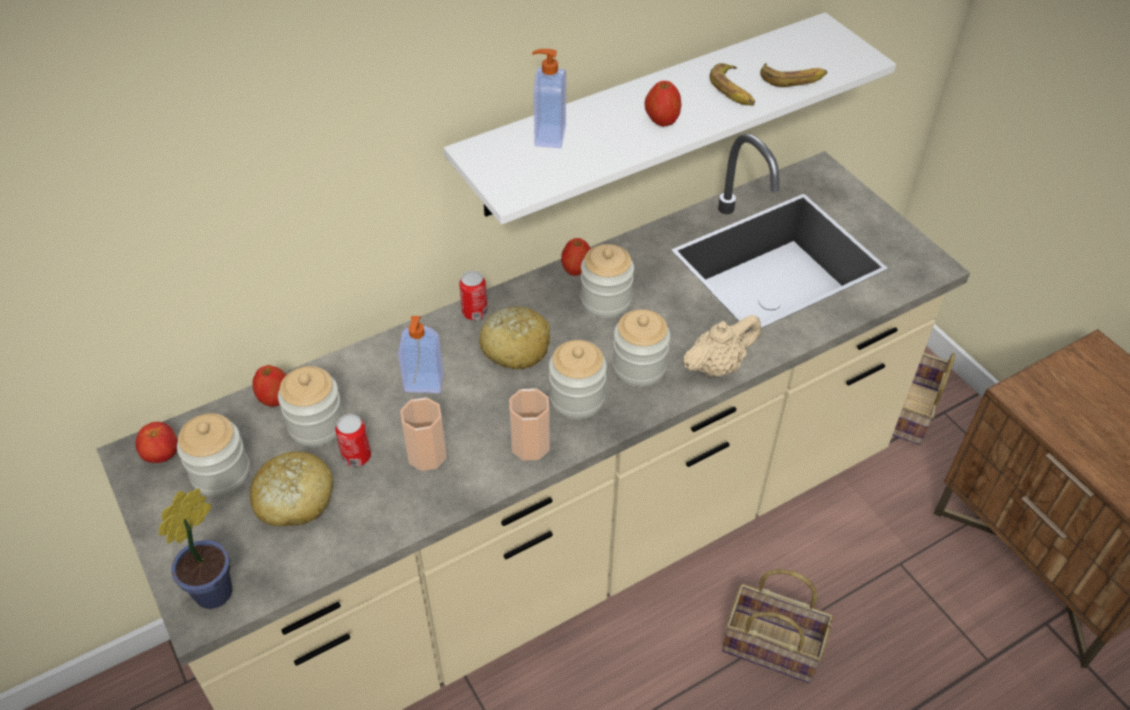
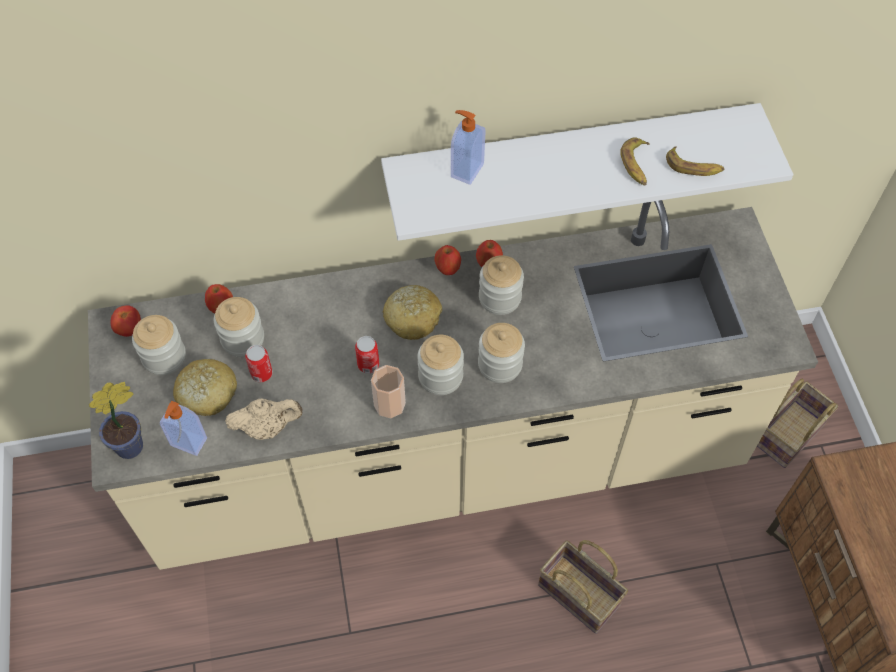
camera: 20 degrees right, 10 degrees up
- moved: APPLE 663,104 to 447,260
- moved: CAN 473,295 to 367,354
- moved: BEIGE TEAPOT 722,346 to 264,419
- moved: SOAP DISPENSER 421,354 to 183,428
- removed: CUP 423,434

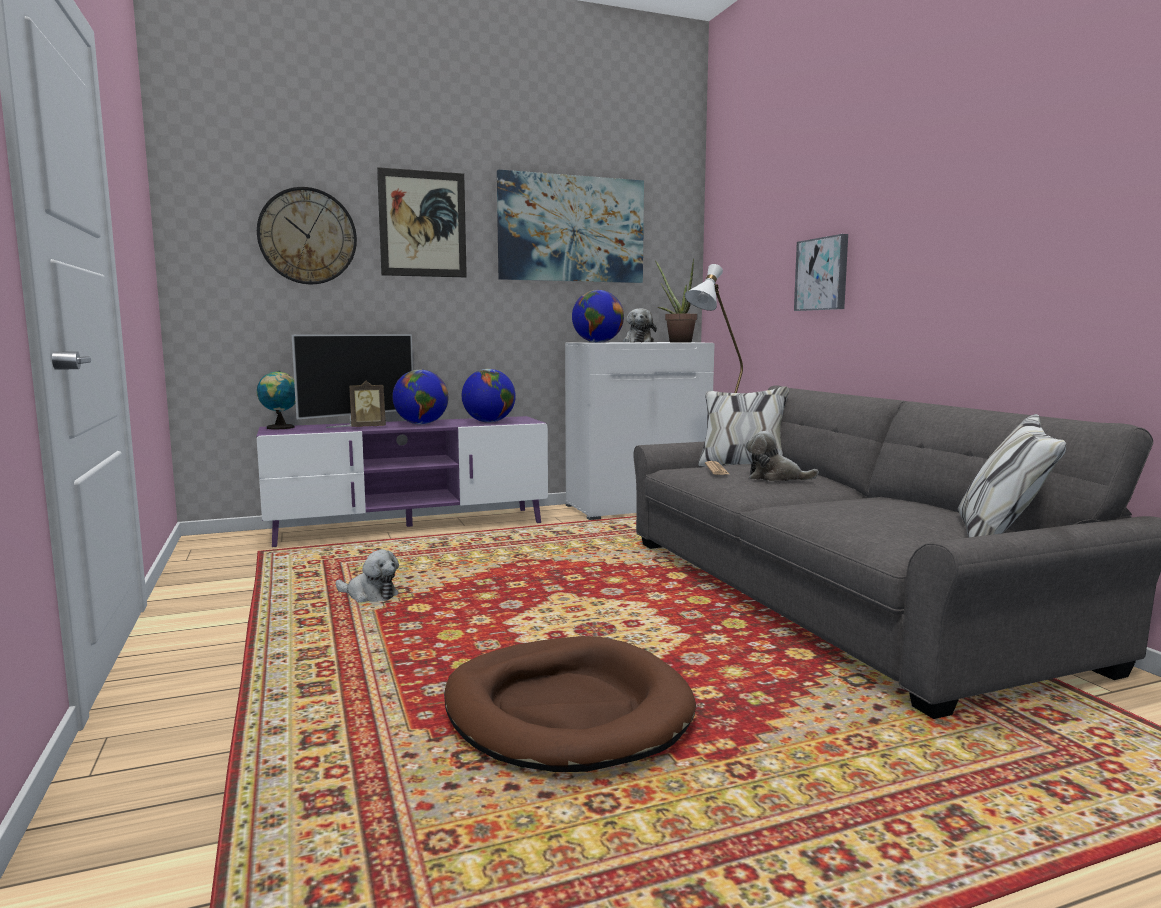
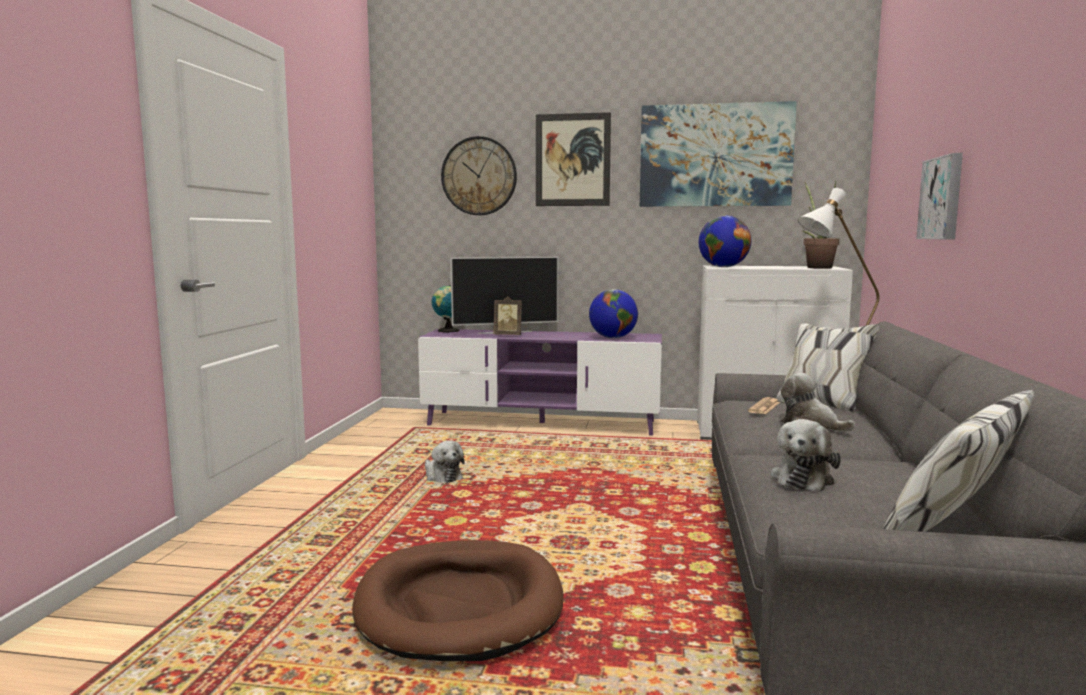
camera: 30 degrees right, 0 degrees up
- moved: PLUSH TOY 640,325 to 806,455
- removed: GLOBE 420,397

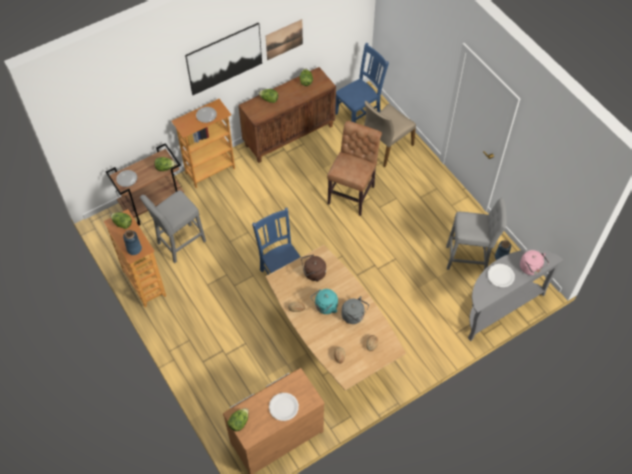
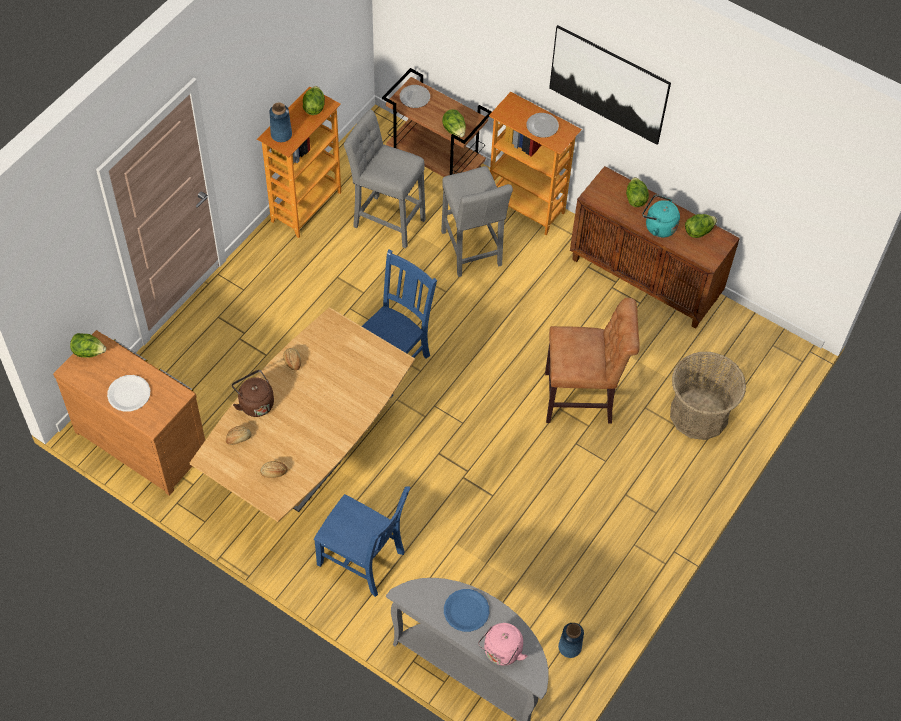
camera: 65 degrees right, 0 degrees up
- removed: PICTURE 284,39
- moved: BLUE CHAIR 362,82 to 362,541
- replaced: BEIGE CHAIR 390,133 to BASKET 708,395
- moved: GREY STOOL 476,234 to 477,221
- moved: BROWN KETTLE 313,268 to 253,393
- recoloured: WHITE PLATE 501,275 to BLUE PLATE 466,610
- moved: TURQUOISE KETTLE 324,301 to 661,216
- removed: GREY KETTLE 355,310

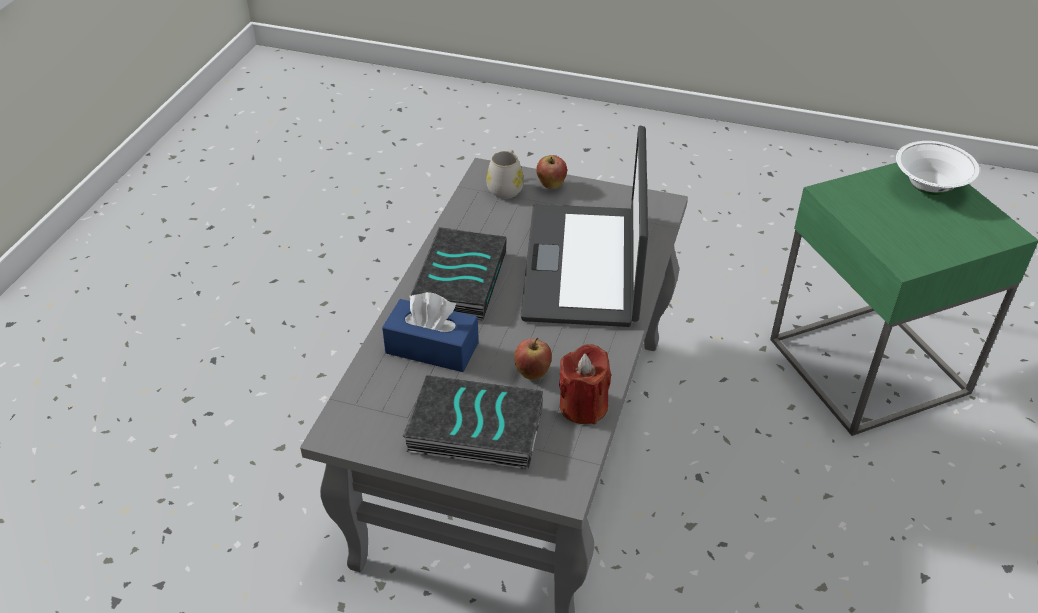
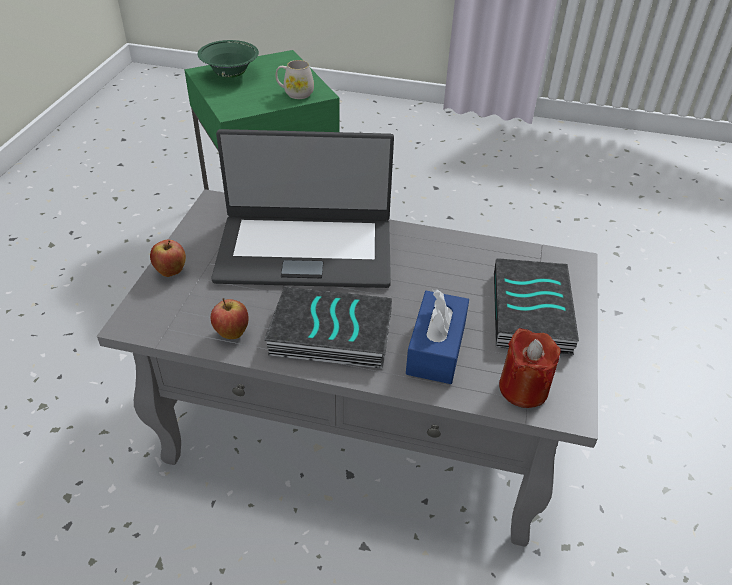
camera: 95 degrees left, 0 degrees up
- recoloured: WHITE BOWL 938,168 to GREEN BOWL 228,59
- moved: WHITE MUG 505,174 to 294,79
- moved: APPLE 533,359 to 229,318
- moved: RED CANDLE 585,384 to 530,368

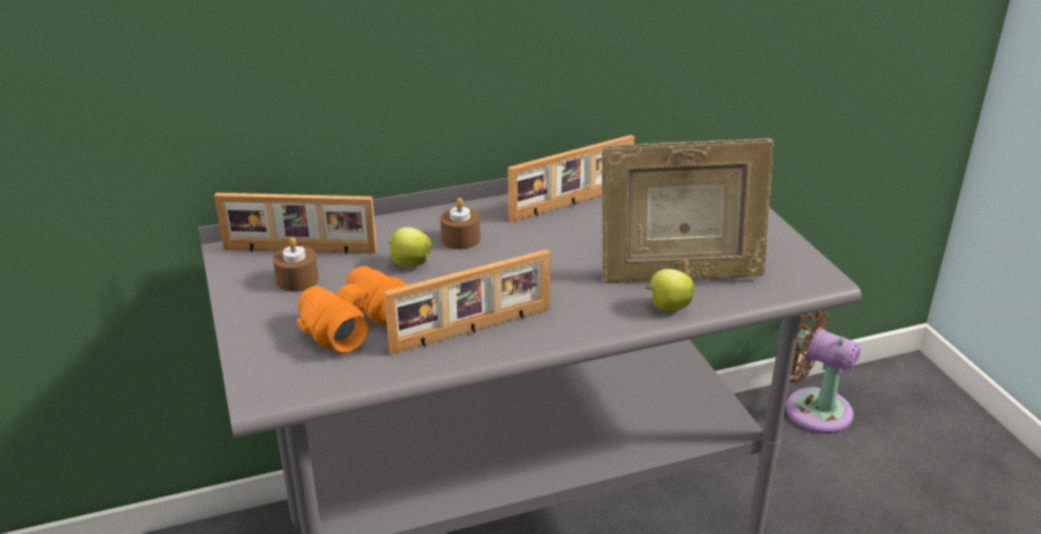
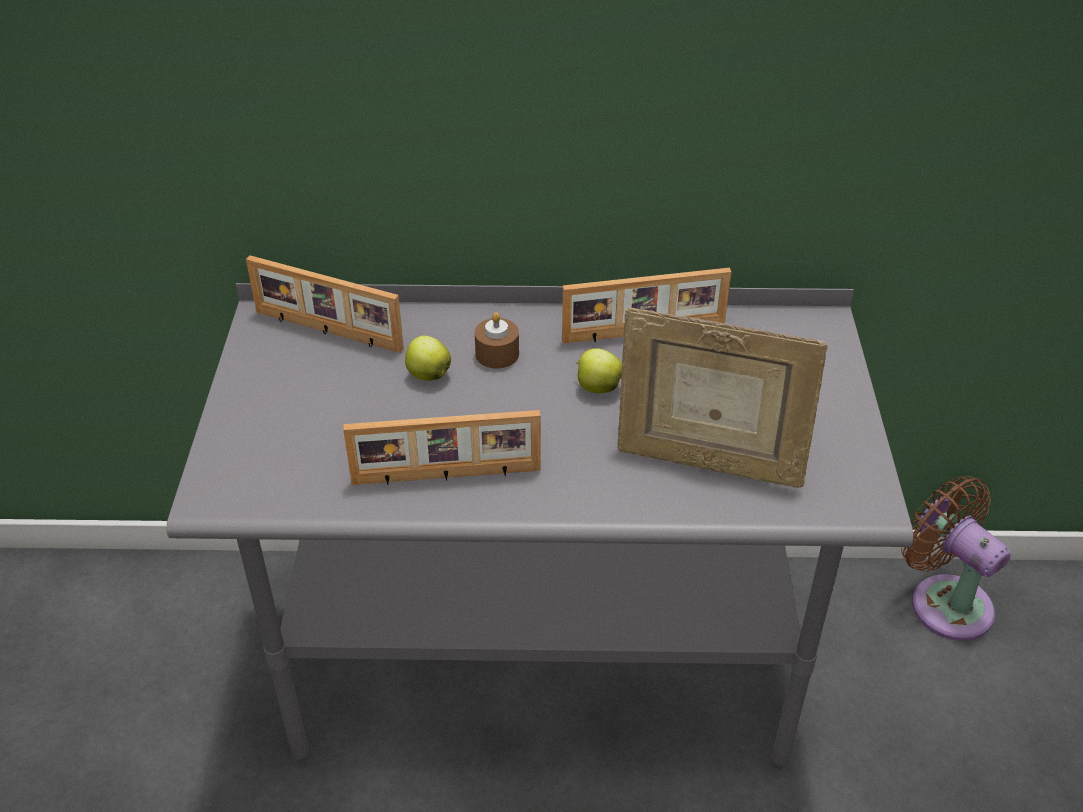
camera: 20 degrees right, 10 degrees up
- removed: BROWN CANDLE 296,264
- removed: ORANGE BINOCULARS 352,309
- moved: APPLE 670,290 to 599,370

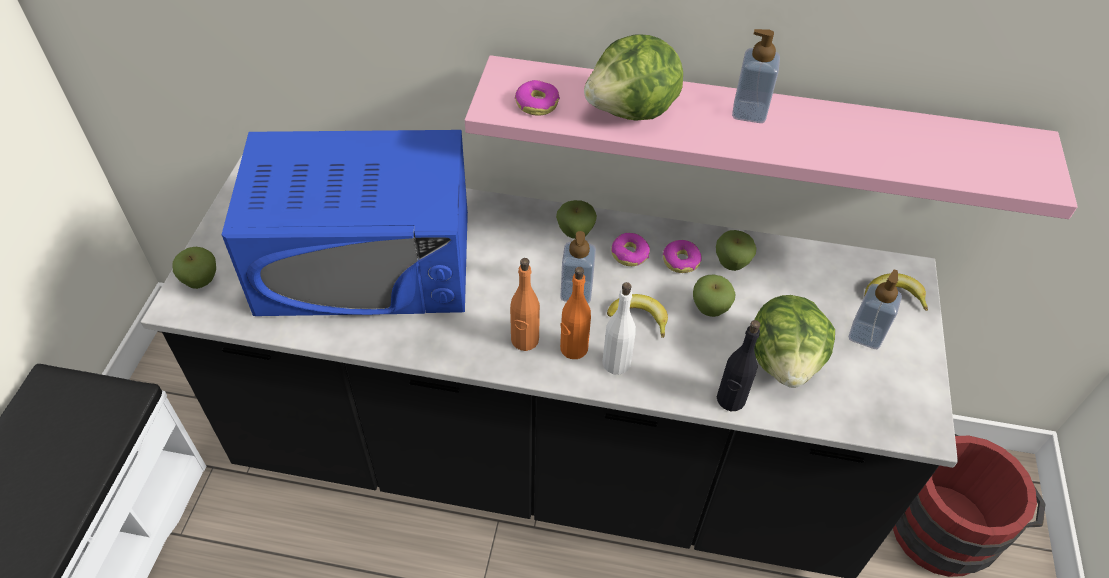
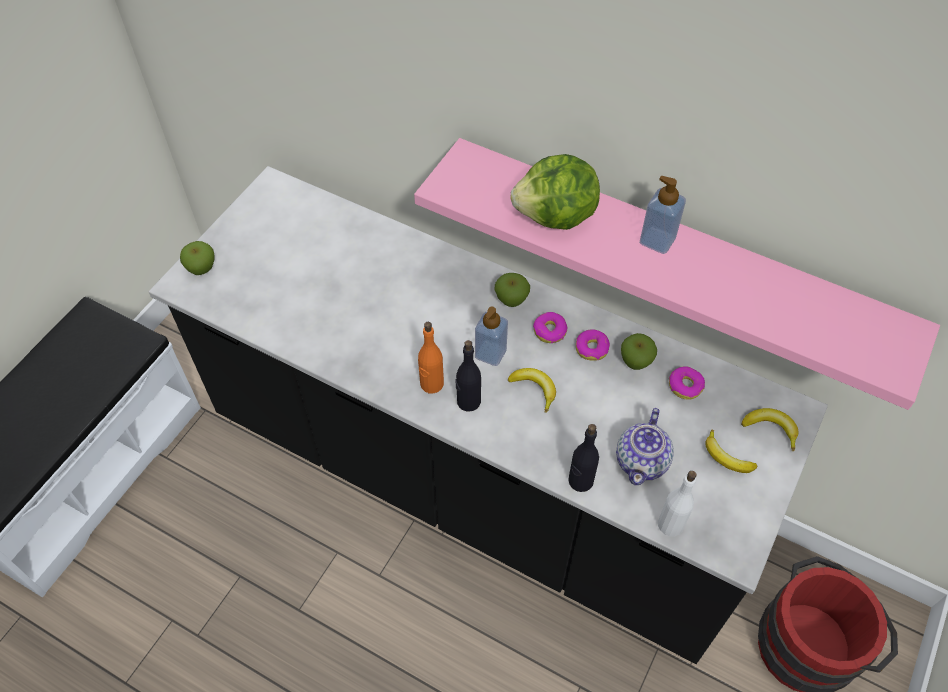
camera: 20 degrees right, 5 degrees up
- moved: DONUT 537,98 to 687,383
- removed: BLUE MICROWAVE 344,223
- recoloured: ORANGE BOTTLE 575,313 to BLACK BOTTLE 468,376
- replaced: SOAP DISPENSER 875,309 to BANANA 731,451
- removed: APPLE 714,296
- moved: WHITE BOTTLE 619,328 to 677,503
- replaced: LETTUCE 794,341 to TEAPOT 645,446

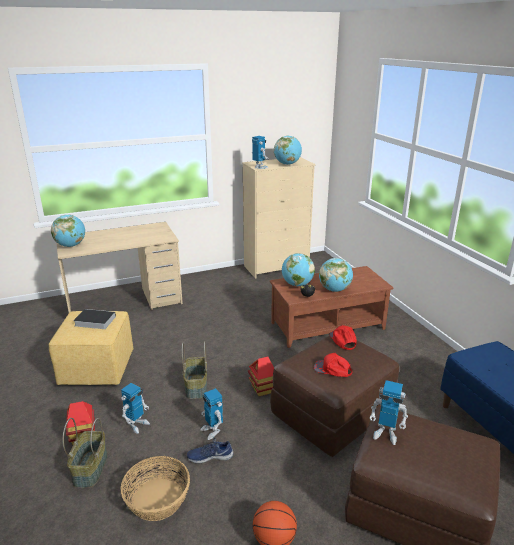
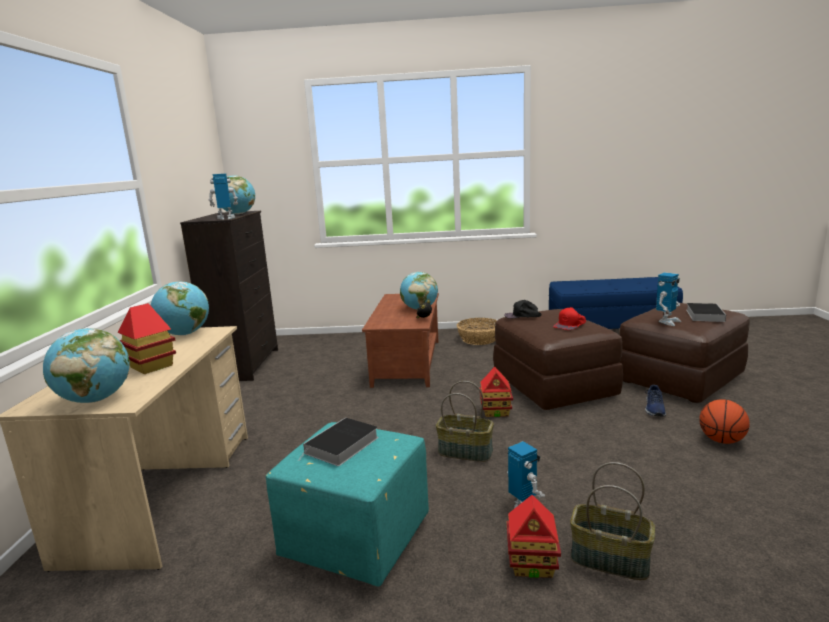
camera: 65 degrees left, 10 degrees down
- recoloured: BEIGE DRESSER 278,218 to BLACK DRESSER 229,296
- moved: GLOBE 298,269 to 180,308
- recoloured: YELLOW OTTOMAN 90,348 to TURQUOISE OTTOMAN 347,504
- recoloured: RED CAP 343,337 to BLACK CAP 522,309
- removed: TOY ROBOT 211,414
- moved: BLUE SHOE 210,450 to 655,401
- moved: BASKET 155,488 to 477,331
- added: TOY HOUSE 147,338
- added: BOOK 706,312

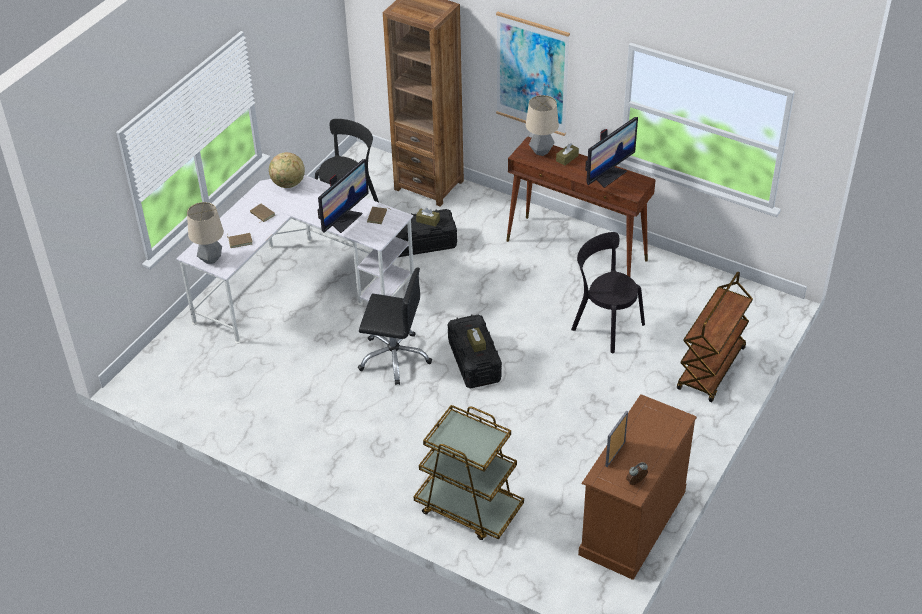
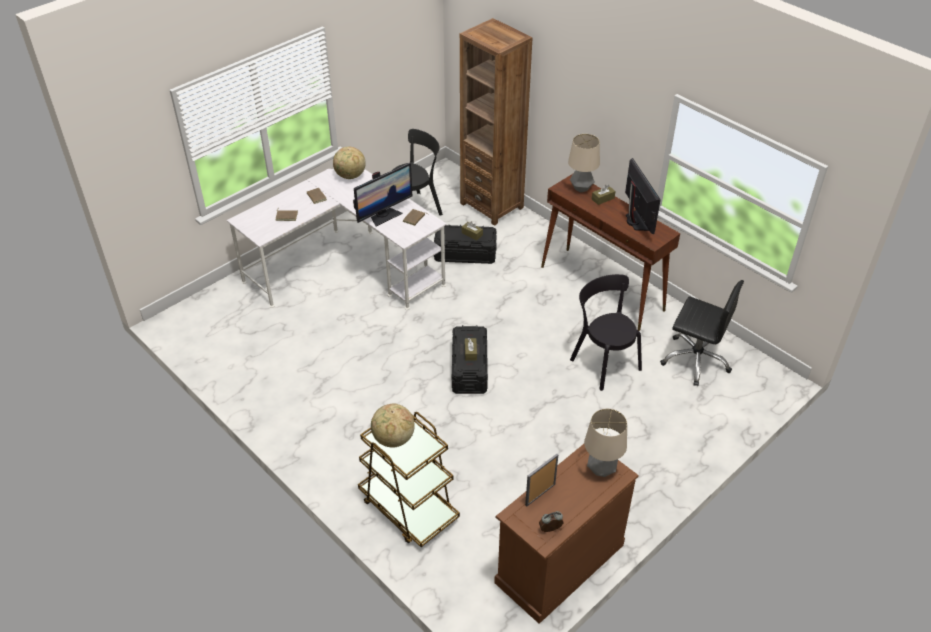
camera: 15 degrees right, 0 degrees up
- removed: PICTURE 533,74
- turned: MONITOR 611,152 = 643,196 75 degrees counterclockwise
- moved: TABLE LAMP 205,233 to 605,443
- moved: BLACK OFFICE CHAIR 395,326 to 702,333
- removed: BROWN CART 715,337
- added: GLOBE 393,426

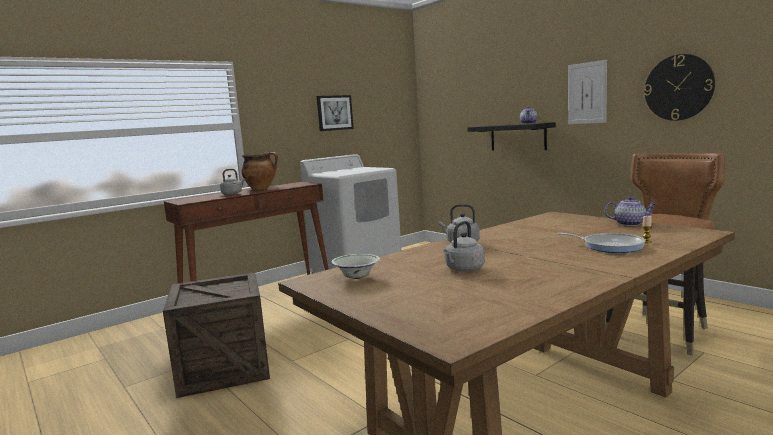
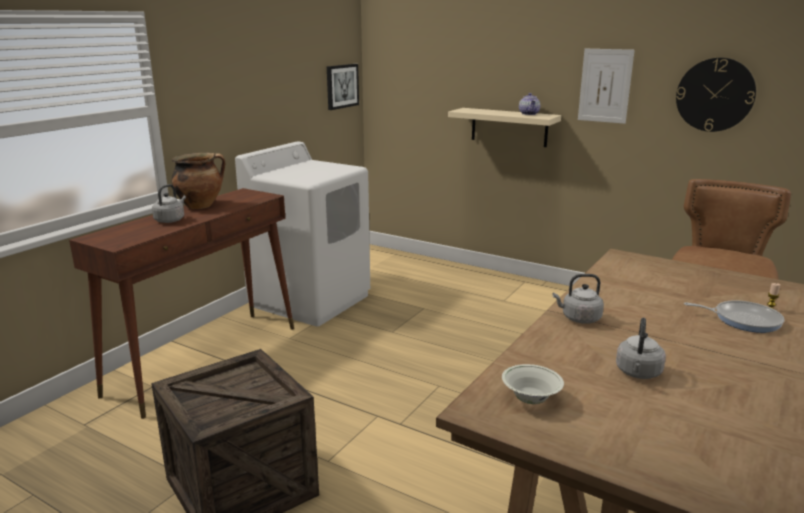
camera: 20 degrees left, 10 degrees up
- moved: PICTURE 335,113 to 343,87
- recoloured: BLACK SHELF 511,136 to BEIGE SHELF 504,127
- removed: TEAPOT 631,211

